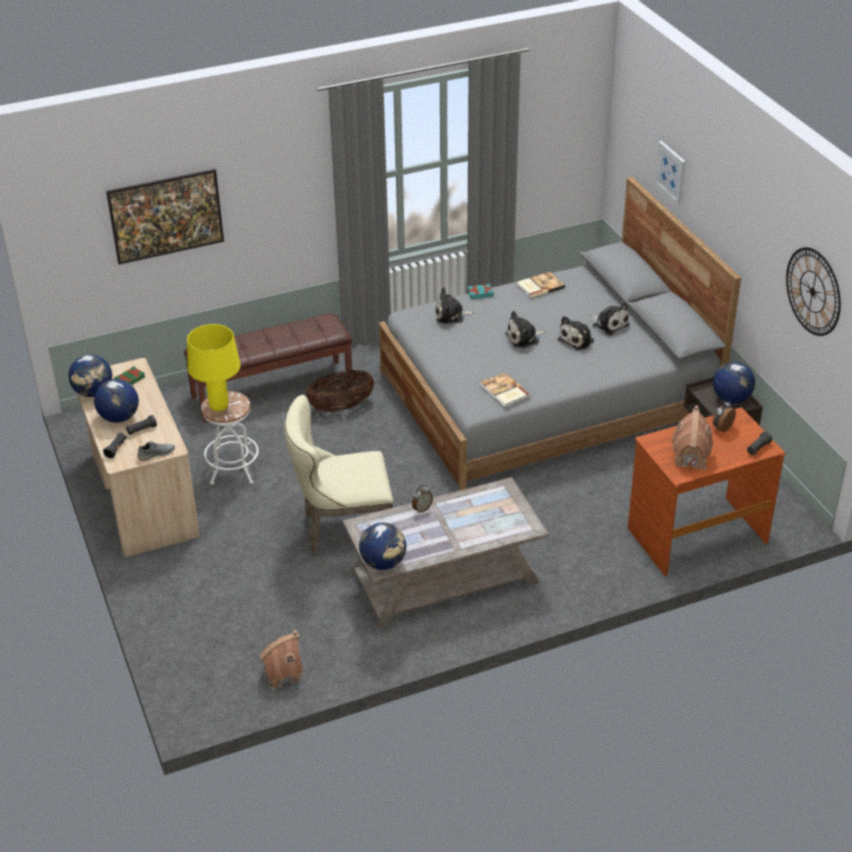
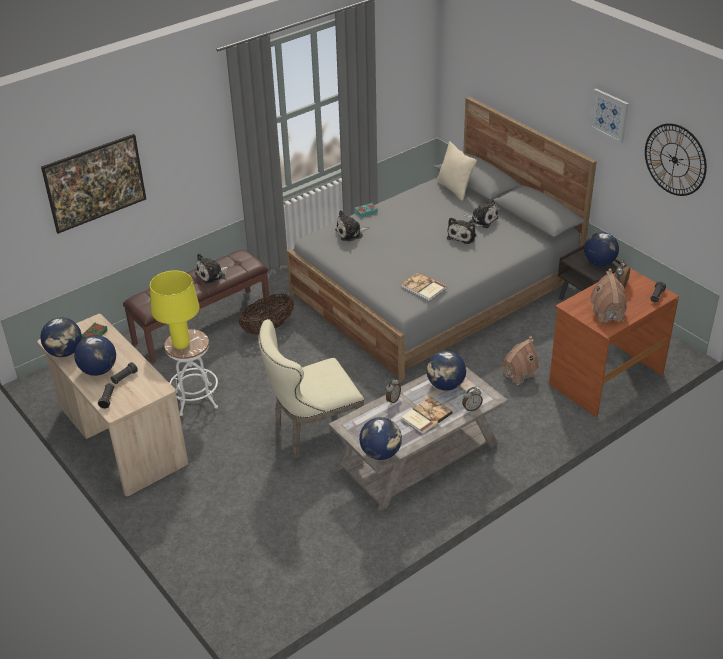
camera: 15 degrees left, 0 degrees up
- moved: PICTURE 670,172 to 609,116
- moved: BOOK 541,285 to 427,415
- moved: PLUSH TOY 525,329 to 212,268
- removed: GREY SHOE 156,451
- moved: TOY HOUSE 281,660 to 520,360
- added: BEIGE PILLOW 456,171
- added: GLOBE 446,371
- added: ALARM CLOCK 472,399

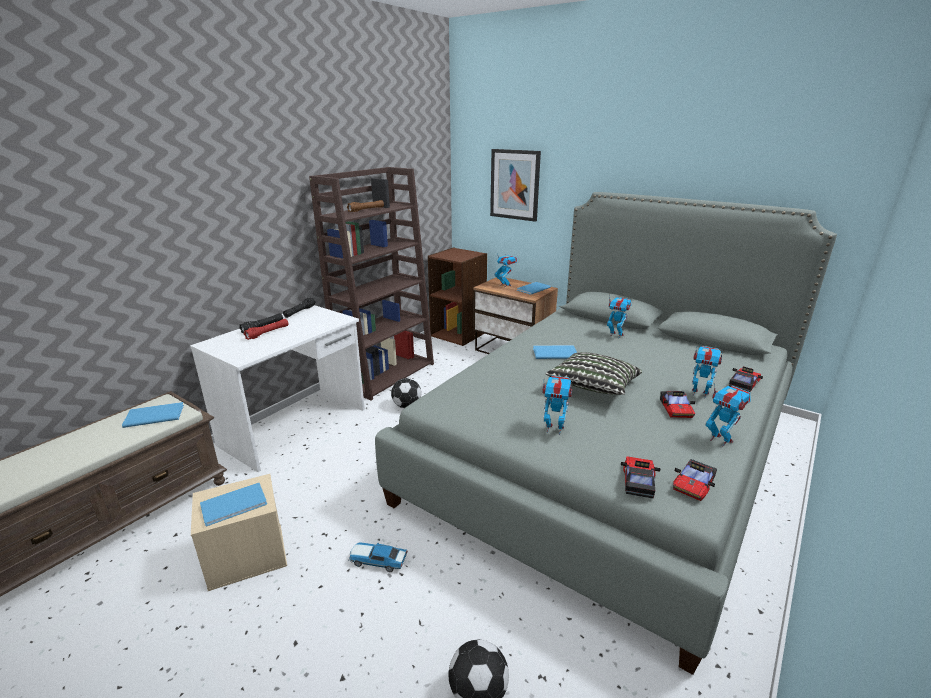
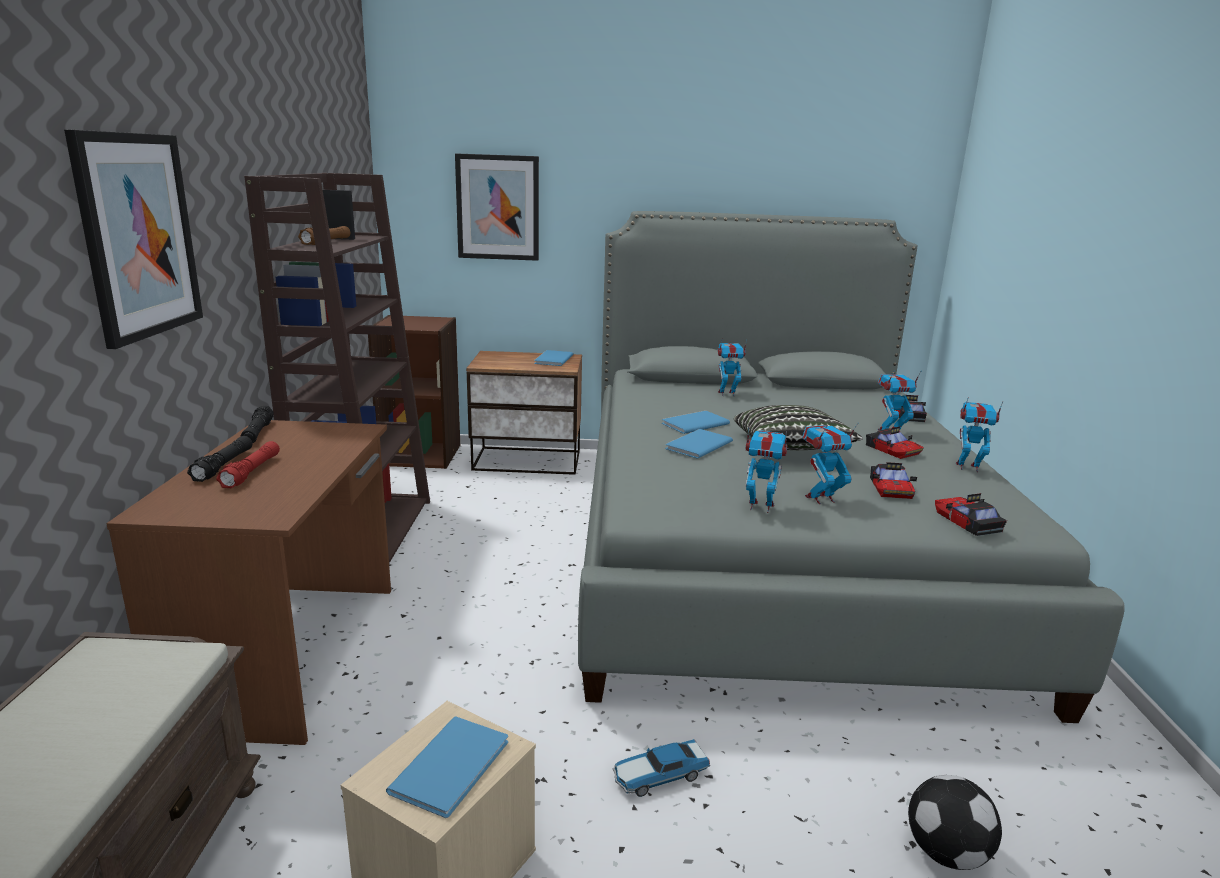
camera: 35 degrees left, 5 degrees down
- moved: TOY ROBOT 505,270 to 766,470
- recoloured: WHITE DESK 277,388 to BROWN DESK 248,582
- removed: FOOTBALL 406,393
- moved: BLUE BOOK 153,415 to 699,444
- moved: TOY CAR 695,480 to 893,480
- added: PICTURE 133,239

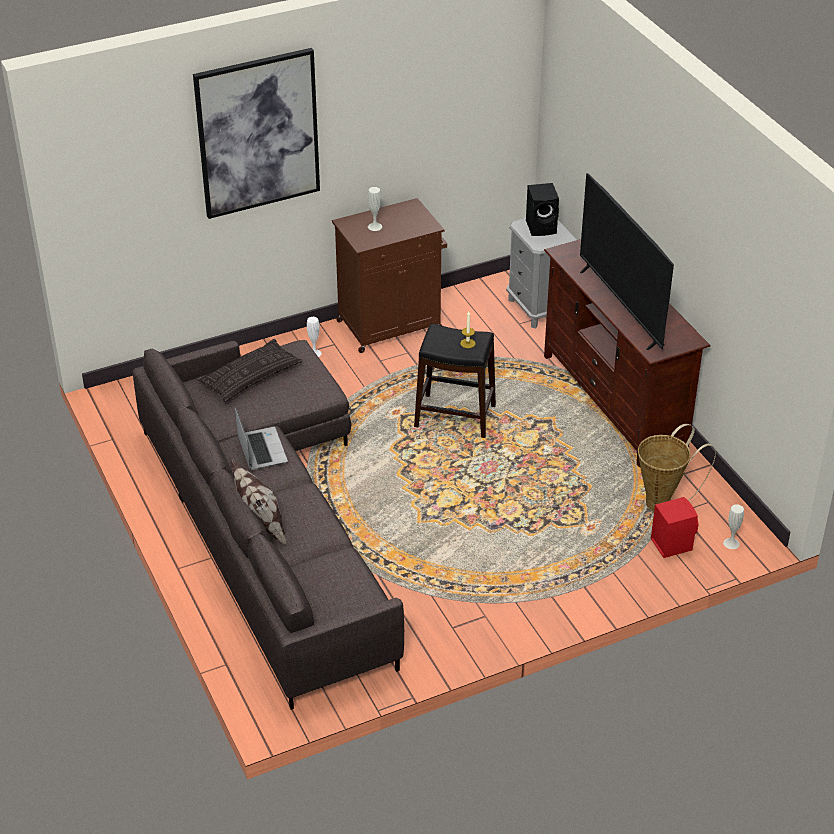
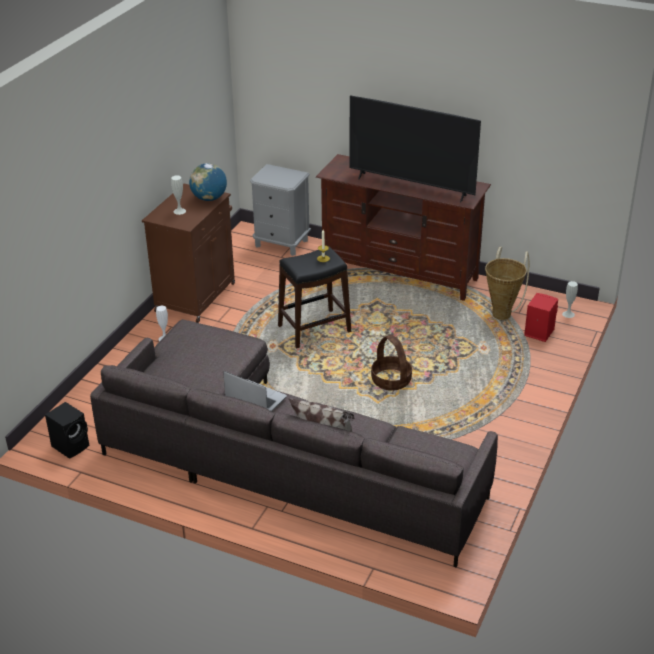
camera: 40 degrees left, 5 degrees down
- removed: PICTURE 256,133
- moved: BLACK SPEAKER 542,209 to 67,430
- removed: PILLOW 249,370
- added: GLOBE 208,182
- added: BASKET 391,362

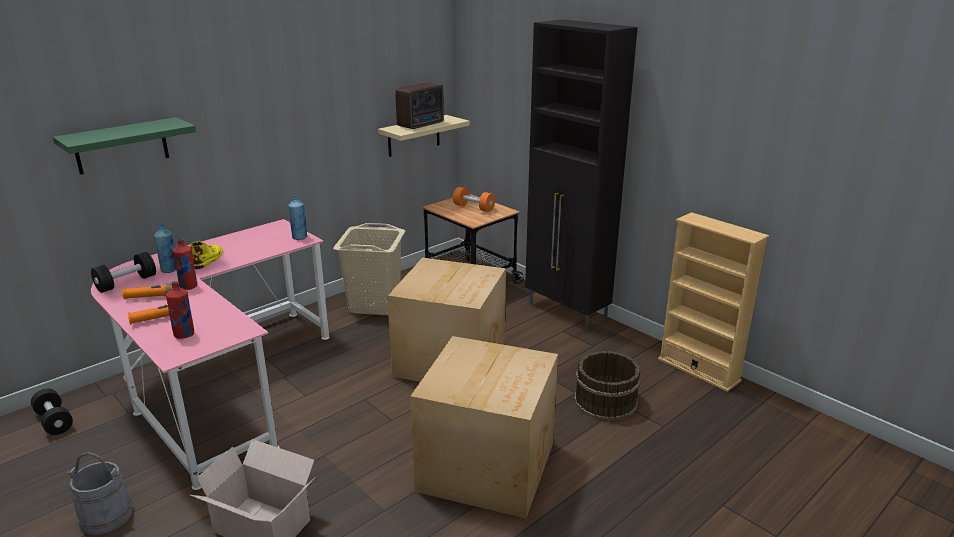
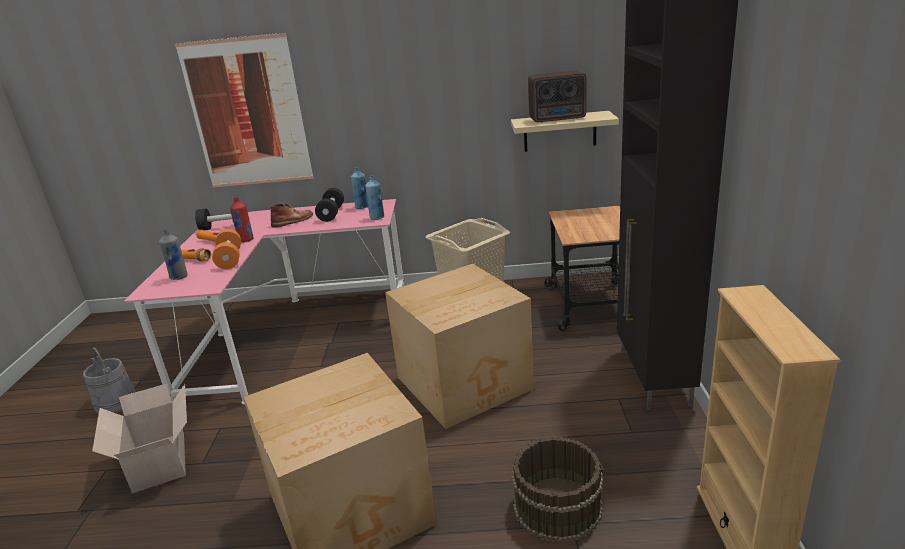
camera: 45 degrees right, 0 degrees up
- replaced: GREEN SHELF 124,146 to PICTURE 244,110
- moved: ORANGE DUMBBELL 474,199 to 226,249
- moved: BLUE BOTTLE 165,248 to 359,188
- recoloured: YELLOW BOOT 206,255 to BROWN BOOT 291,215
- recoloured: RED BOTTLE 180,310 to GREY BOTTLE 173,254
- moved: BLACK DUMBBELL 52,412 to 329,205

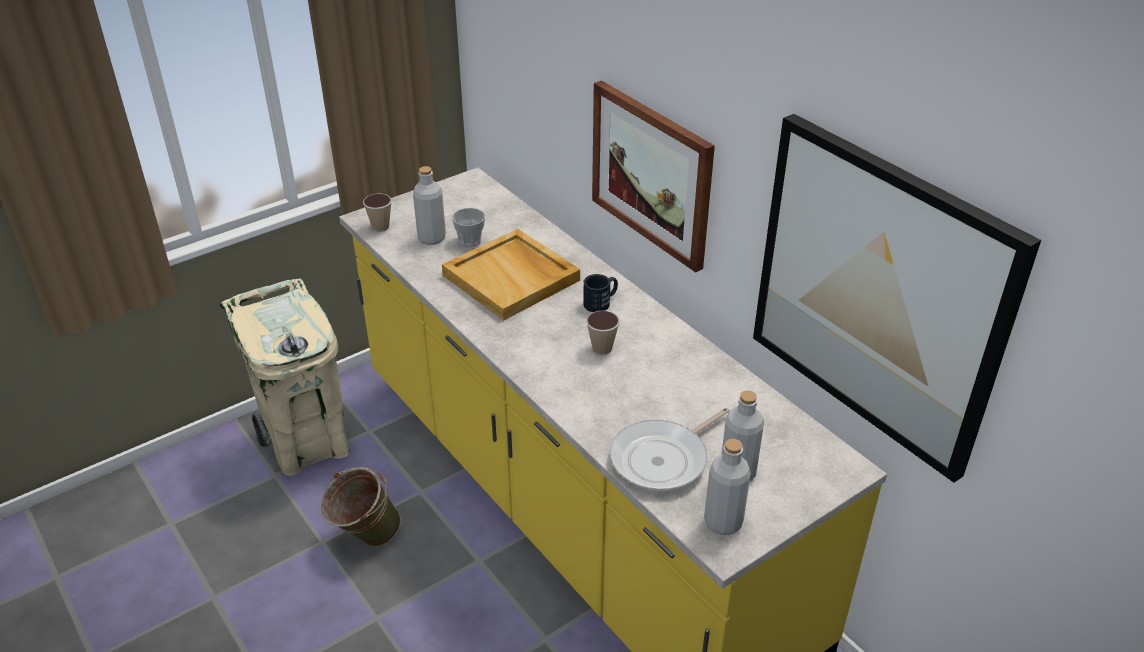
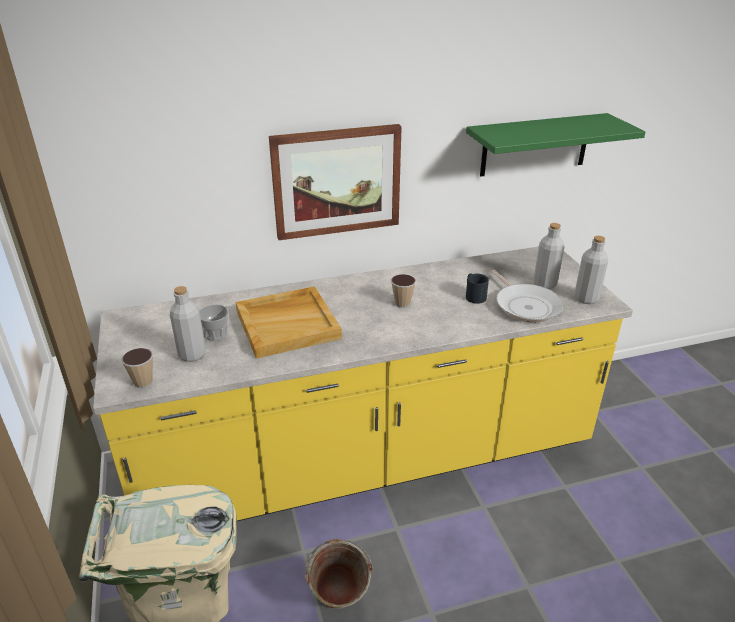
camera: 70 degrees left, 5 degrees down
- replaced: PICTURE 897,298 to GREEN SHELF 556,145
- moved: BLACK MUG 600,293 to 477,289

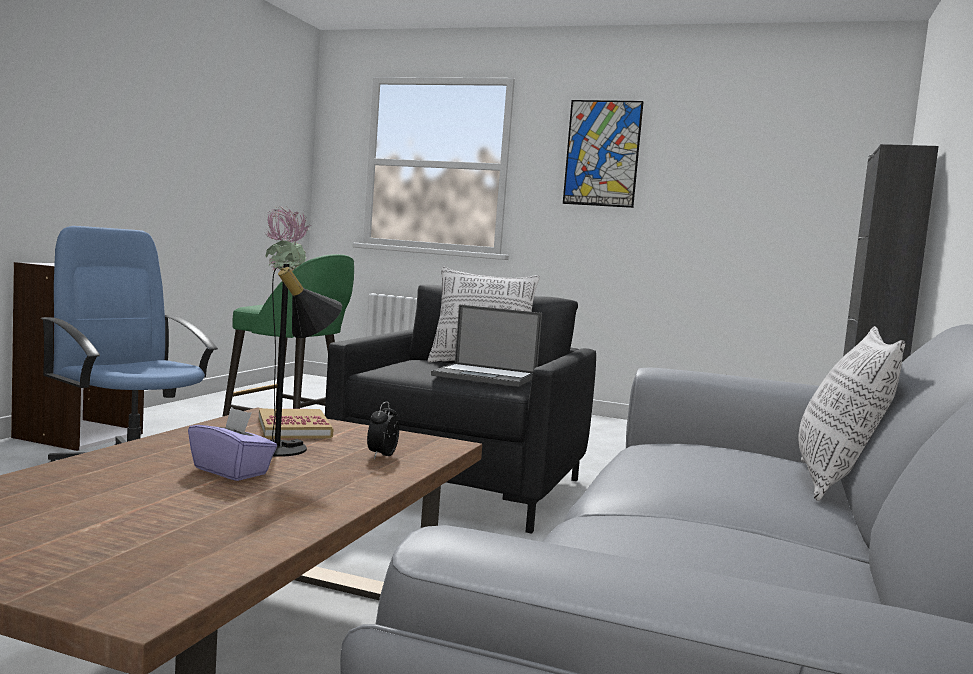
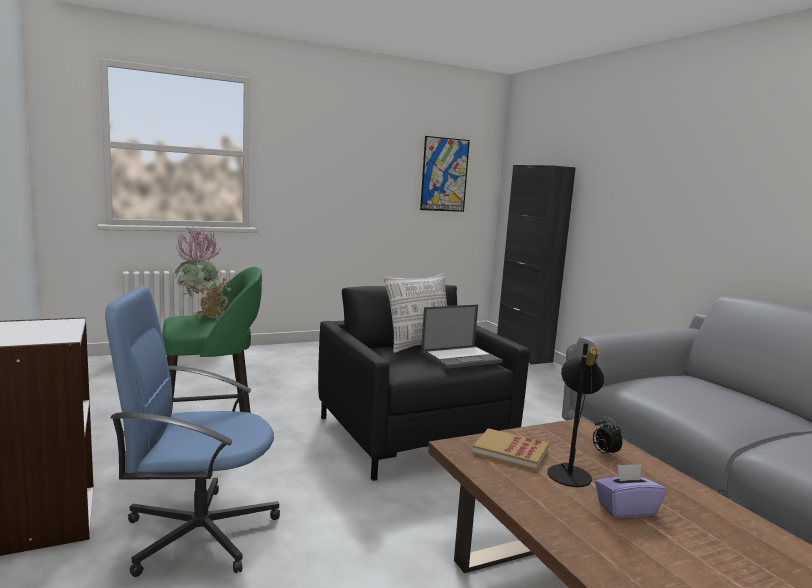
camera: 45 degrees left, 5 degrees up
- moved: PICTURE 603,154 to 445,174
- removed: PILLOW 852,413

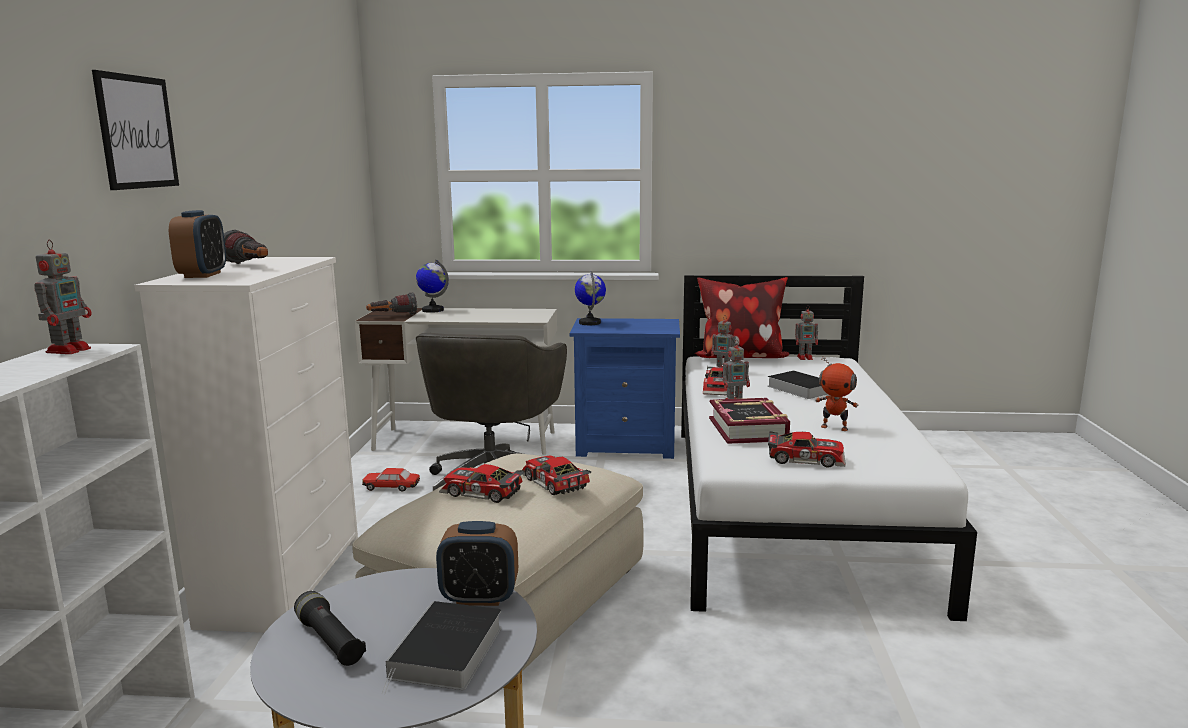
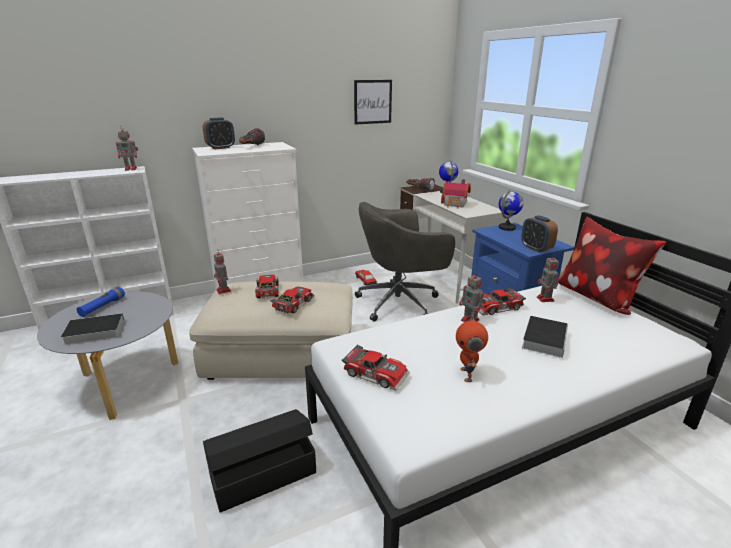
camera: 60 degrees right, 10 degrees up
- moved: PICTURE 135,130 to 373,102
- moved: TOY ROBOT 806,332 to 222,271
- removed: BOOK 749,421
- turned: TOY CAR 807,449 = 376,368 45 degrees counterclockwise
- moved: ALARM CLOCK 477,563 to 539,234
- recoloured: BLACK FLASHLIGHT 330,628 to BLUE FLASHLIGHT 101,302
- added: TOY HOUSE 456,194
- added: BLACK STORAGE BOX 259,461

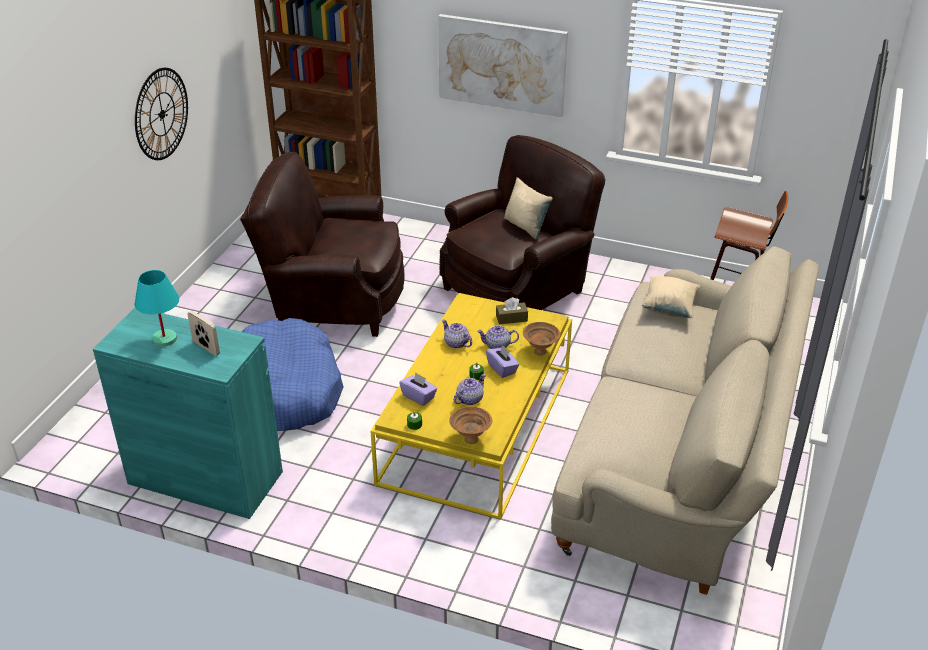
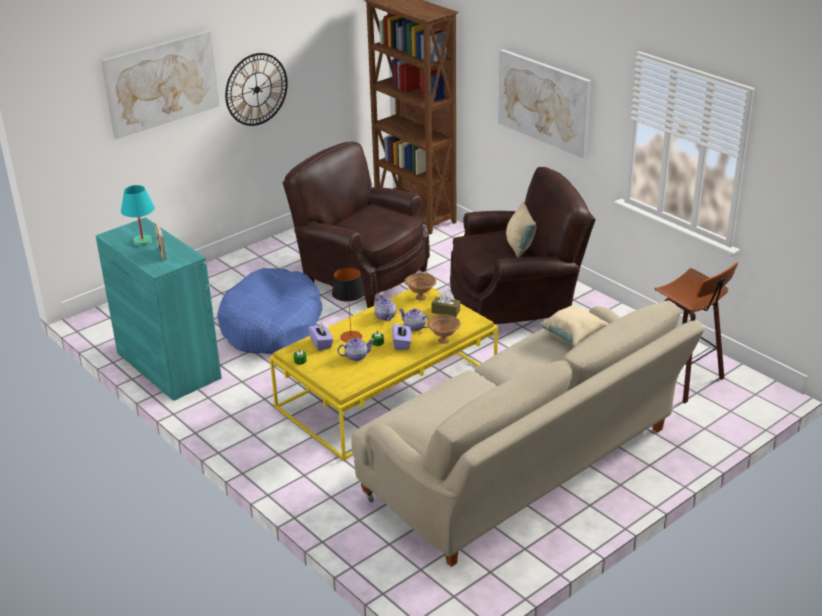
camera: 30 degrees right, 5 degrees down
- moved: BROWN BOWL 470,425 to 420,286
- added: PICTURE 160,84
- added: TABLE LAMP 348,305

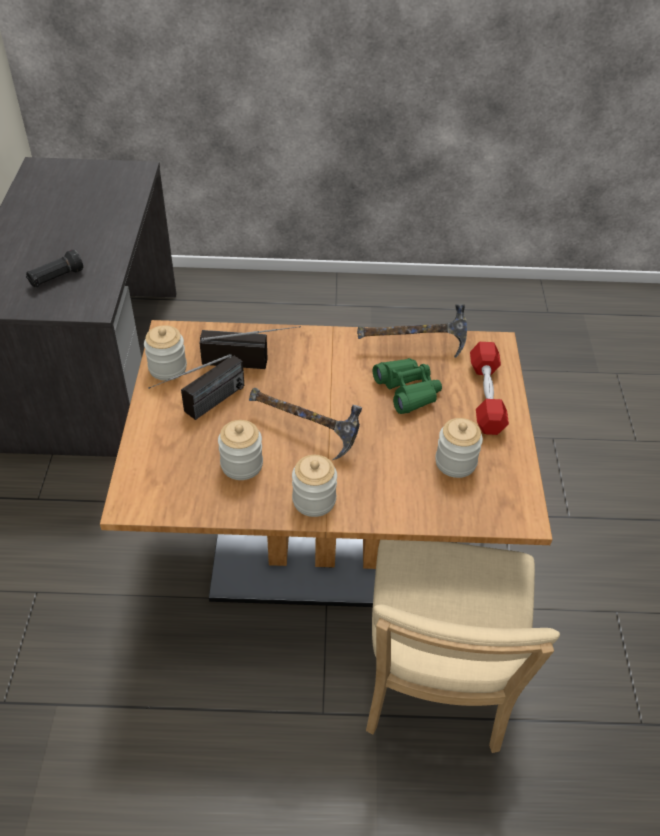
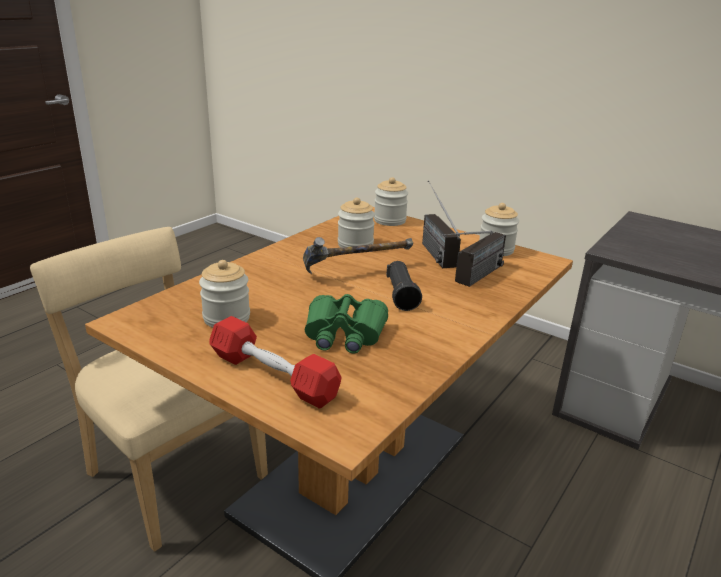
camera: 125 degrees right, 20 degrees down
- moved: BLACK FLASHLIGHT 54,268 to 404,286
- removed: HAMMER 412,331
- moved: JAR 314,486 to 391,201

